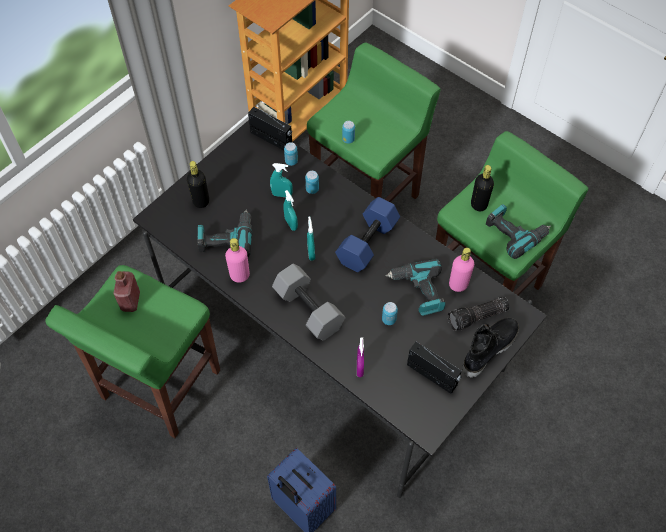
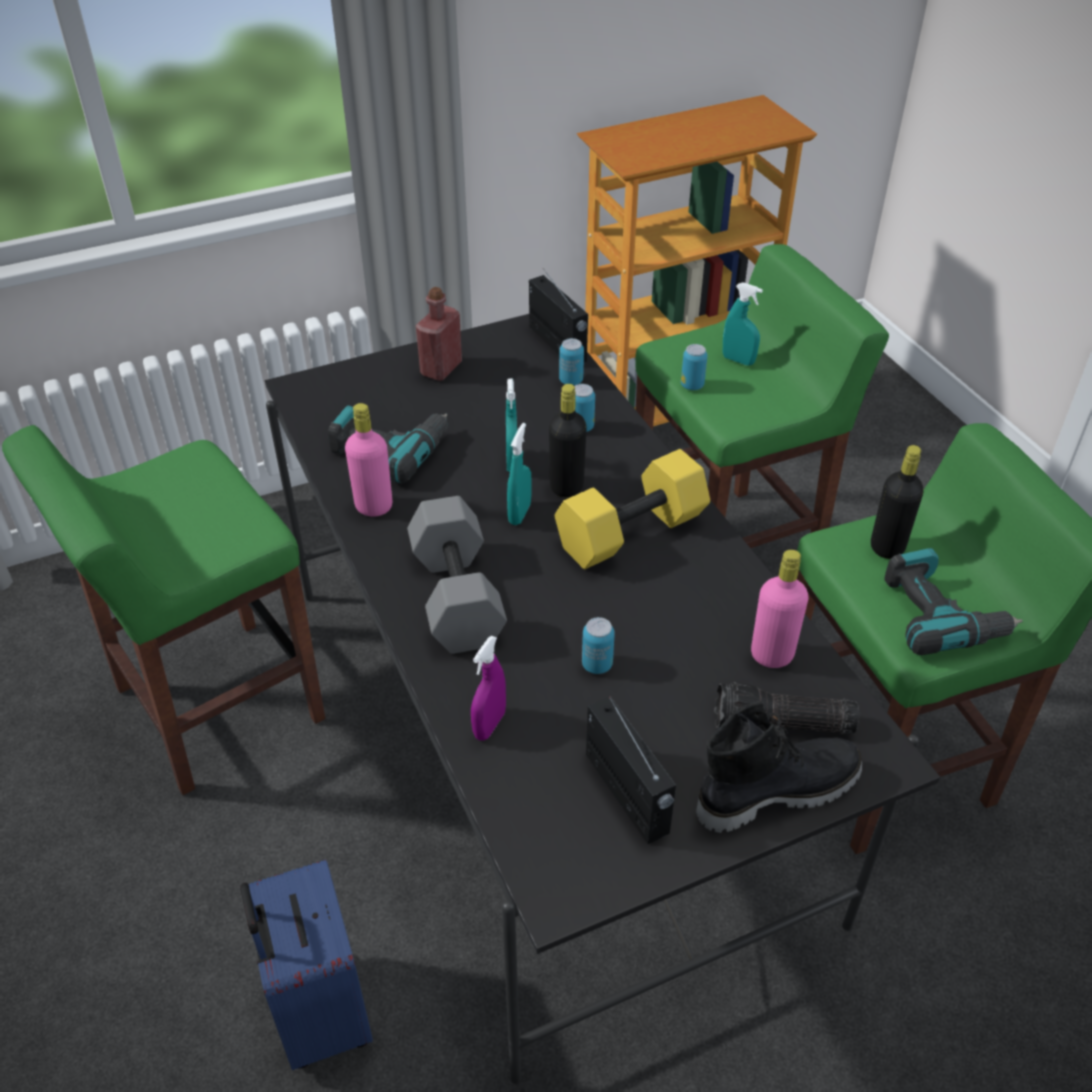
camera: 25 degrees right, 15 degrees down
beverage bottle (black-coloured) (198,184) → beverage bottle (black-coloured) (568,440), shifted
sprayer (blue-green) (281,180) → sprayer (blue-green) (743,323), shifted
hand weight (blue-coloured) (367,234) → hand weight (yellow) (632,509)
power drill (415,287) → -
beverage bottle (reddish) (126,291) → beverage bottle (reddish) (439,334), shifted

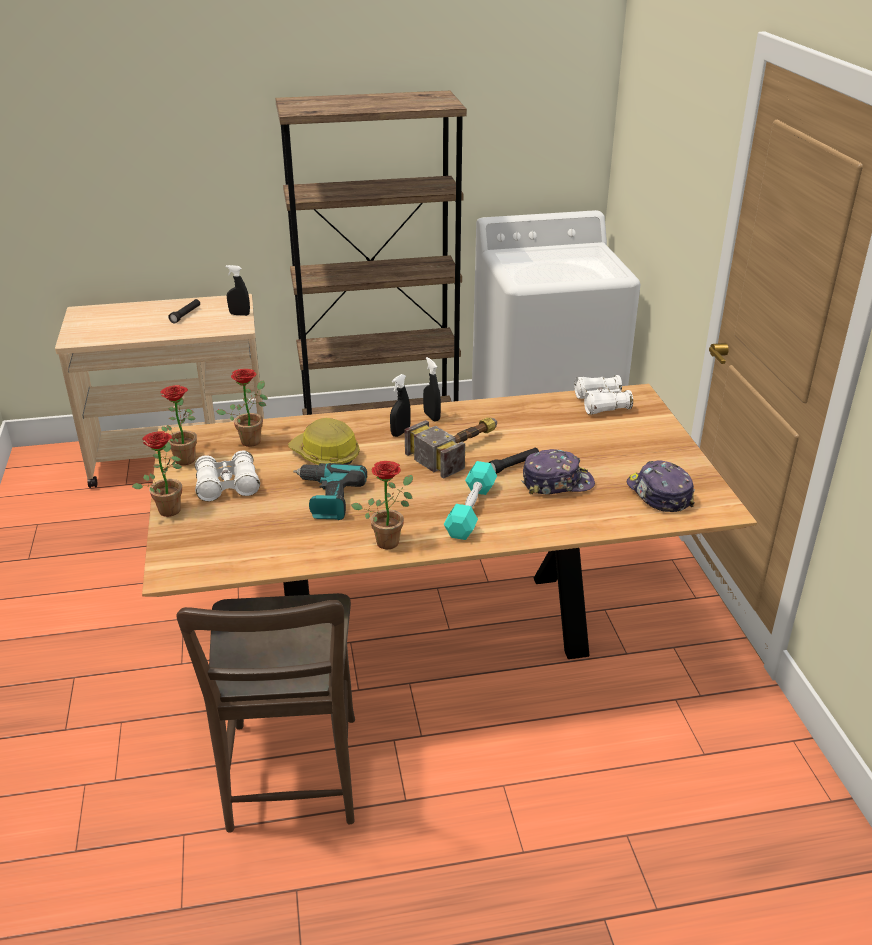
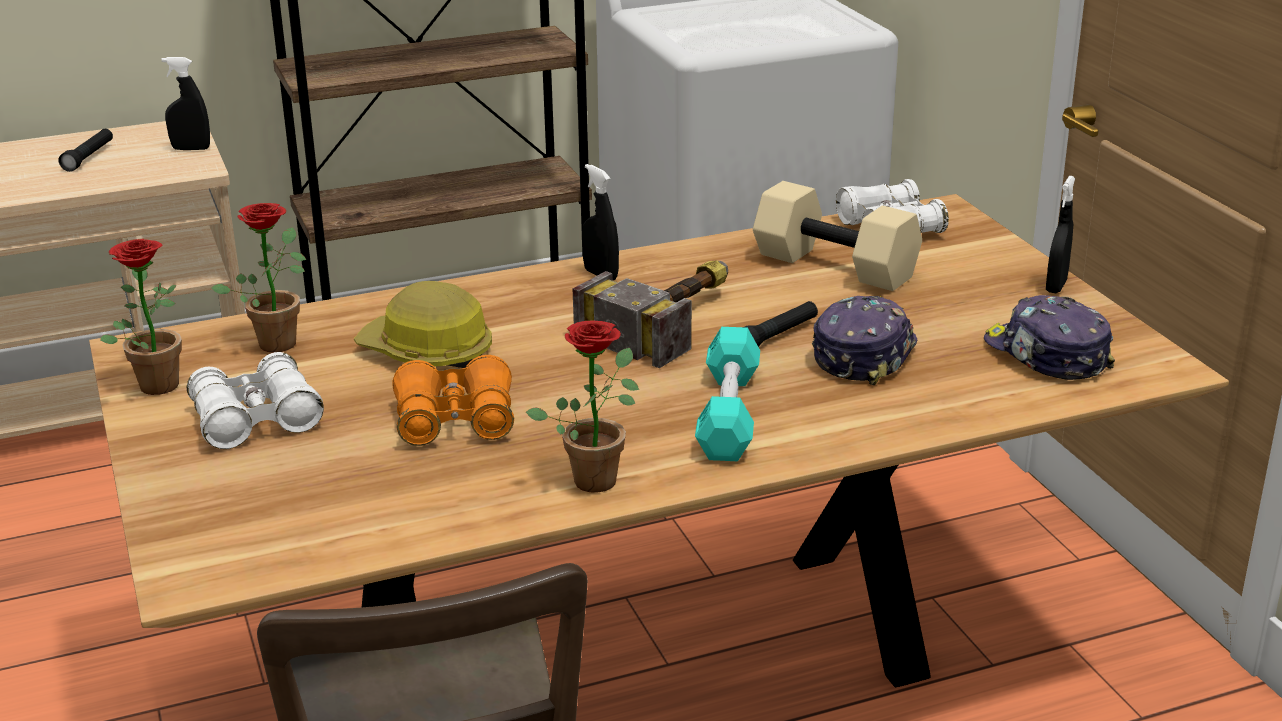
camera: 10 degrees left, 5 degrees down
sprayer (black-coloured) (400,405) → sprayer (black-coloured) (1060,234), shifted
potted plant (157,474) → -
baseball cap (558,472) → baseball cap (864,340), 45 degrees counterclockwise
power drill (330,491) → field glasses (orangey) (453,400)
- → hand weight (sand-coloured) (837,236)

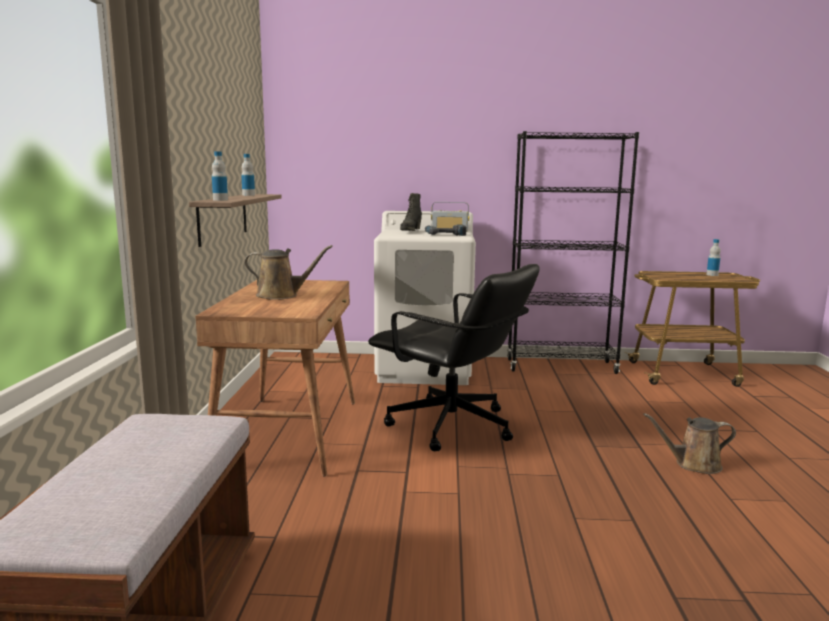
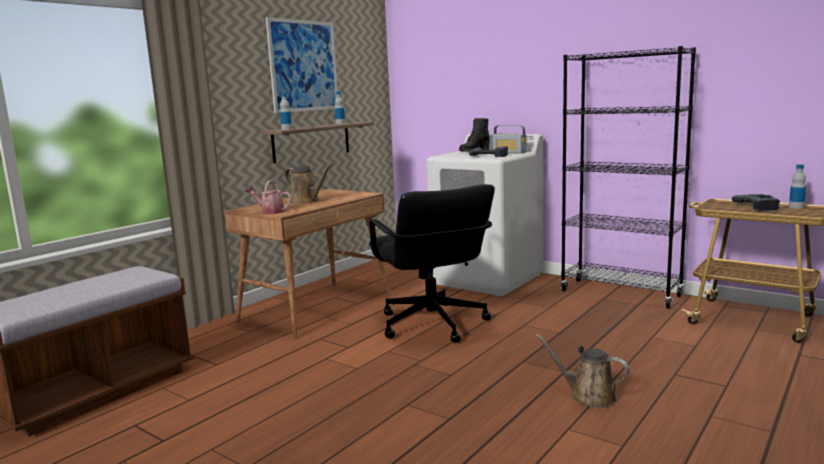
camera: 35 degrees right, 0 degrees up
- → wall art (302,65)
- → sprinkling can (268,197)
- → power drill (756,202)

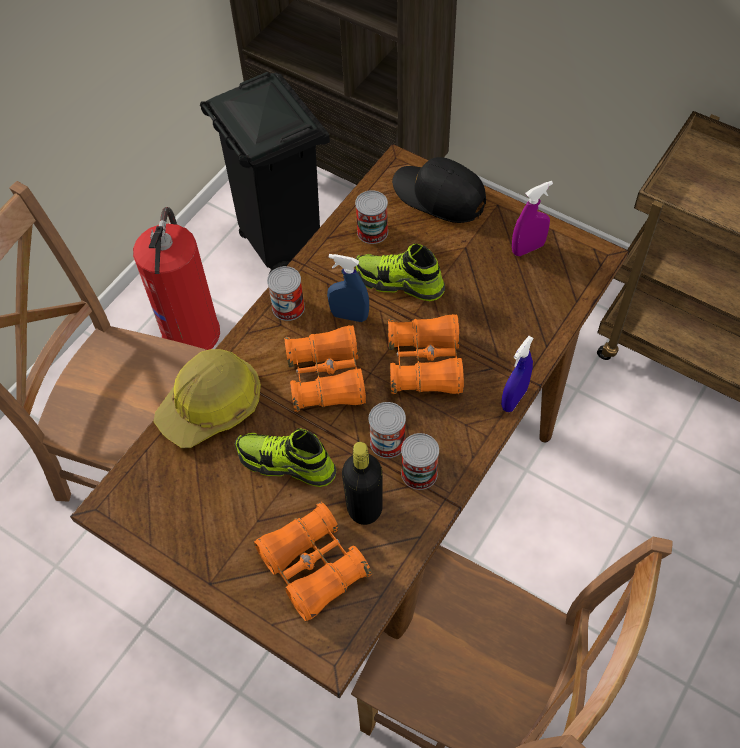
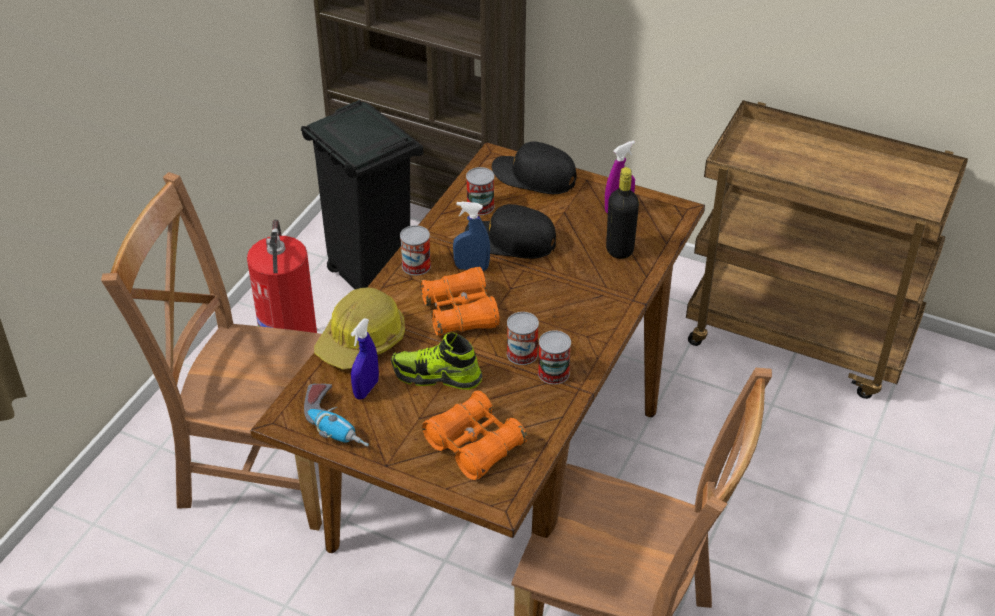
camera: 10 degrees left, 15 degrees down
shoe (400,272) → baseball cap (black-coloured) (510,231)
field glasses (orangey) (426,354) → -
sprayer (blue-coloured) (517,374) → sprayer (blue-coloured) (365,359), shifted
beverage bottle (black-coloured) (362,483) → beverage bottle (black-coloured) (622,213), shifted
- → power drill (336,415)

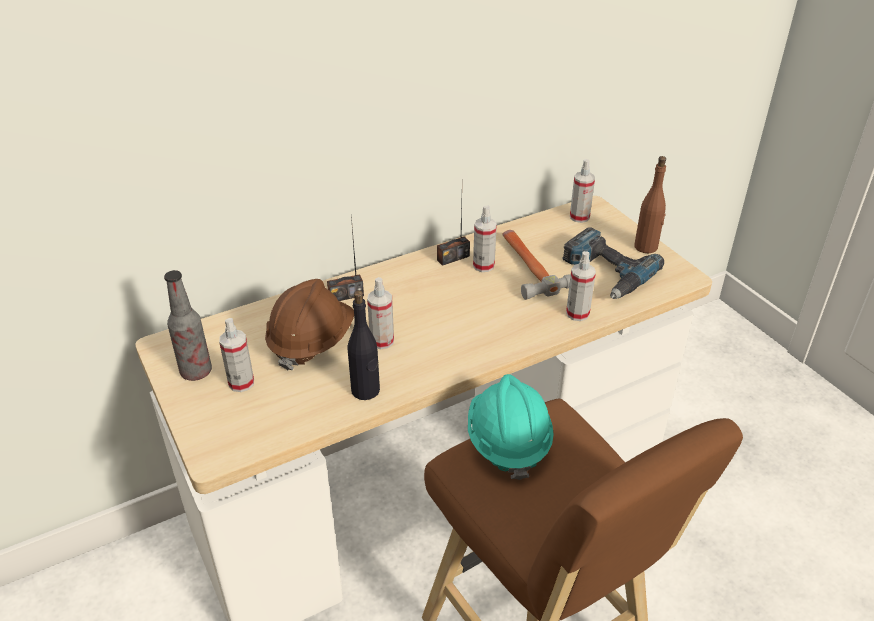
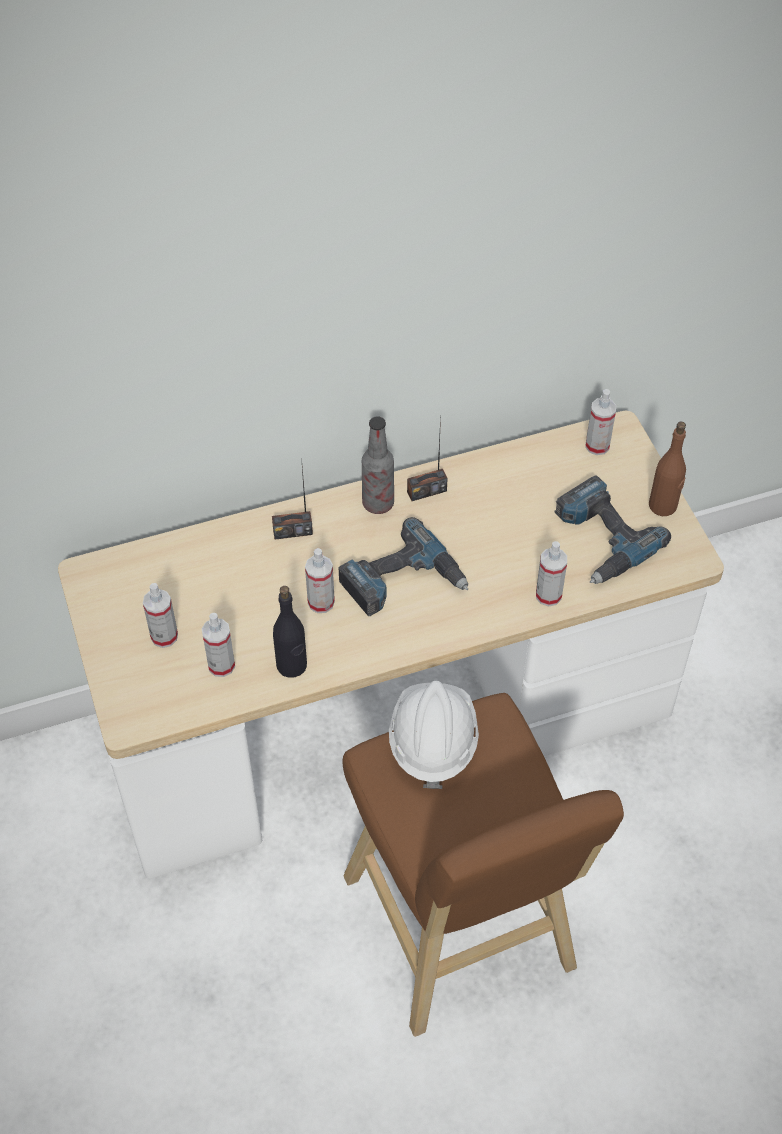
camera: 10 degrees right, 15 degrees up
sprayer (485,239) → sprayer (218,645), shifted
tool hammer (536,265) → -
beverage bottle (188,325) → beverage bottle (378,465), shifted
safety helmet (brown) (309,324) → -
safety helmet (blue-green) (511,427) → safety helmet (whitish) (434,735)
- → power drill (403,566)

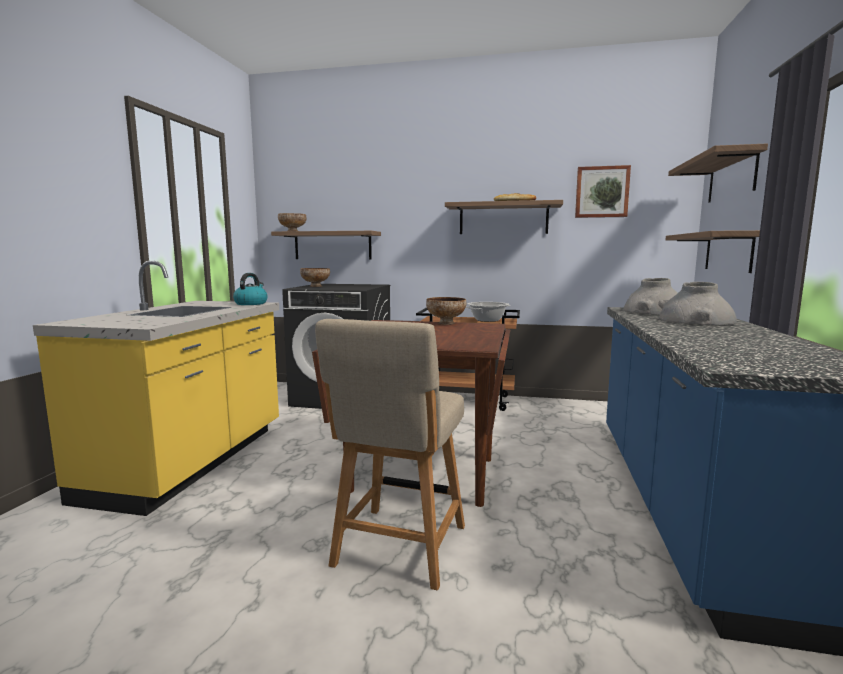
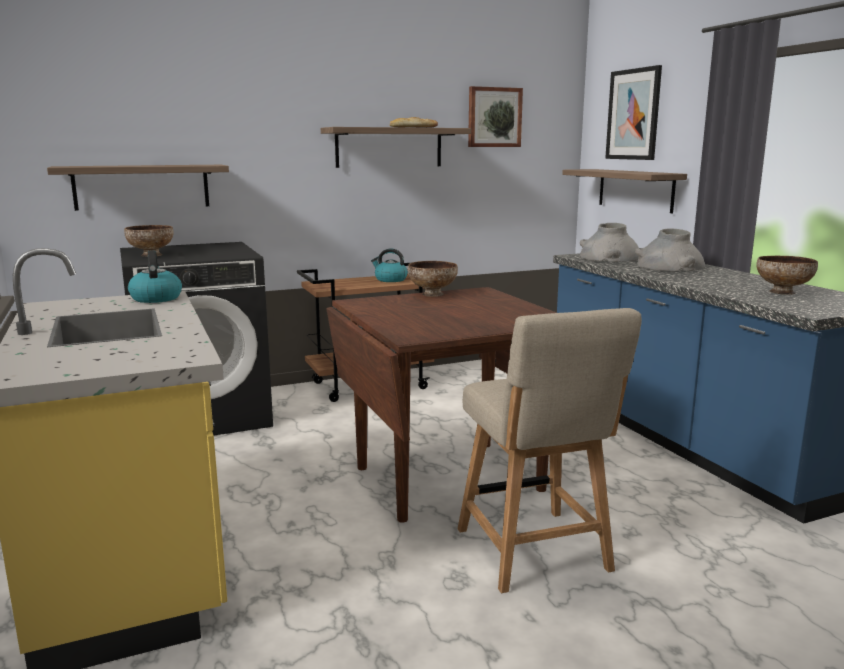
camera: 35 degrees left, 5 degrees up
bracket shelf (718,173) → wall art (633,112)
serving bowl (292,222) → serving bowl (787,275), shifted
cooking pot (488,312) → kettle (389,265)

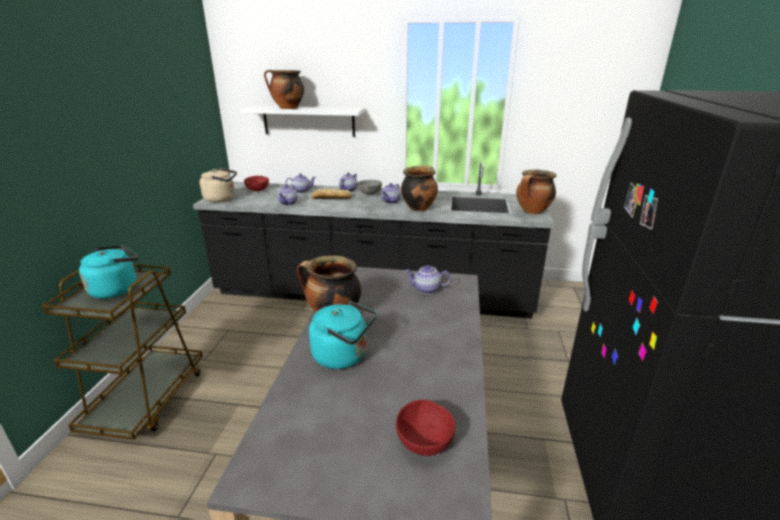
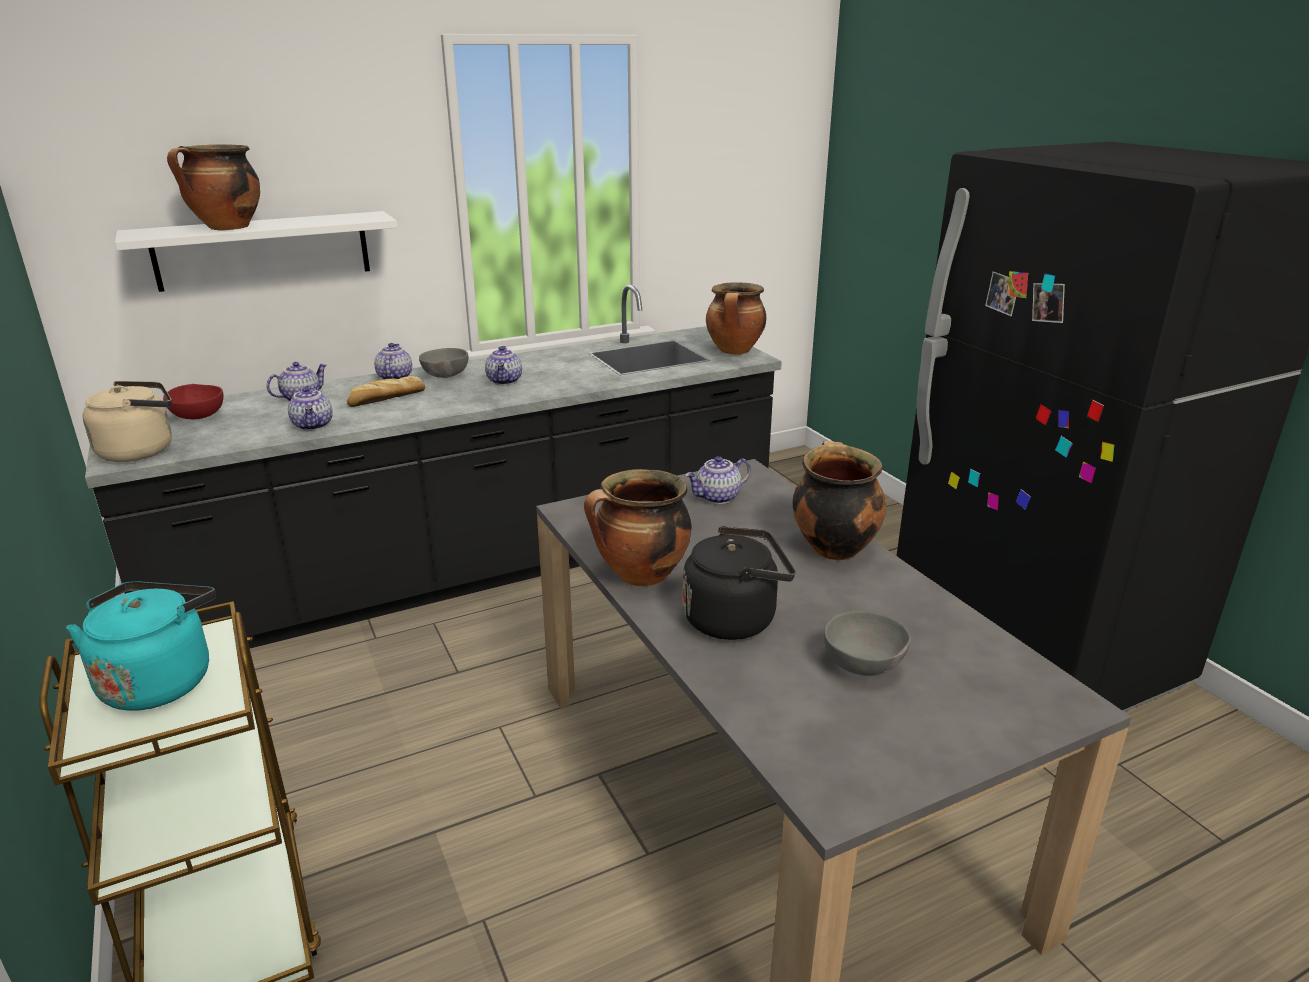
camera: 35 degrees left, 0 degrees up
cooking pot (419,188) → cooking pot (839,500), shifted
kettle (blue-green) (343,335) → kettle (black-coloured) (739,583)
serving bowl (reddish) (426,428) → -
- → serving bowl (greyish) (867,643)

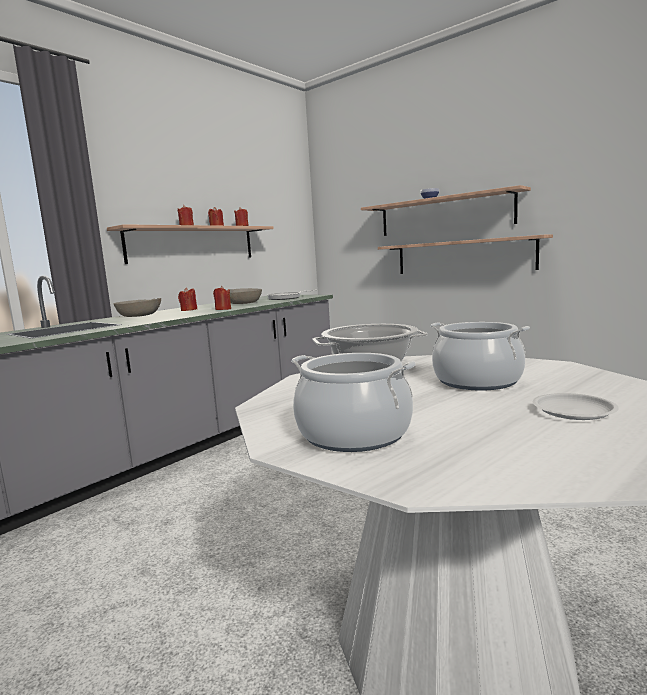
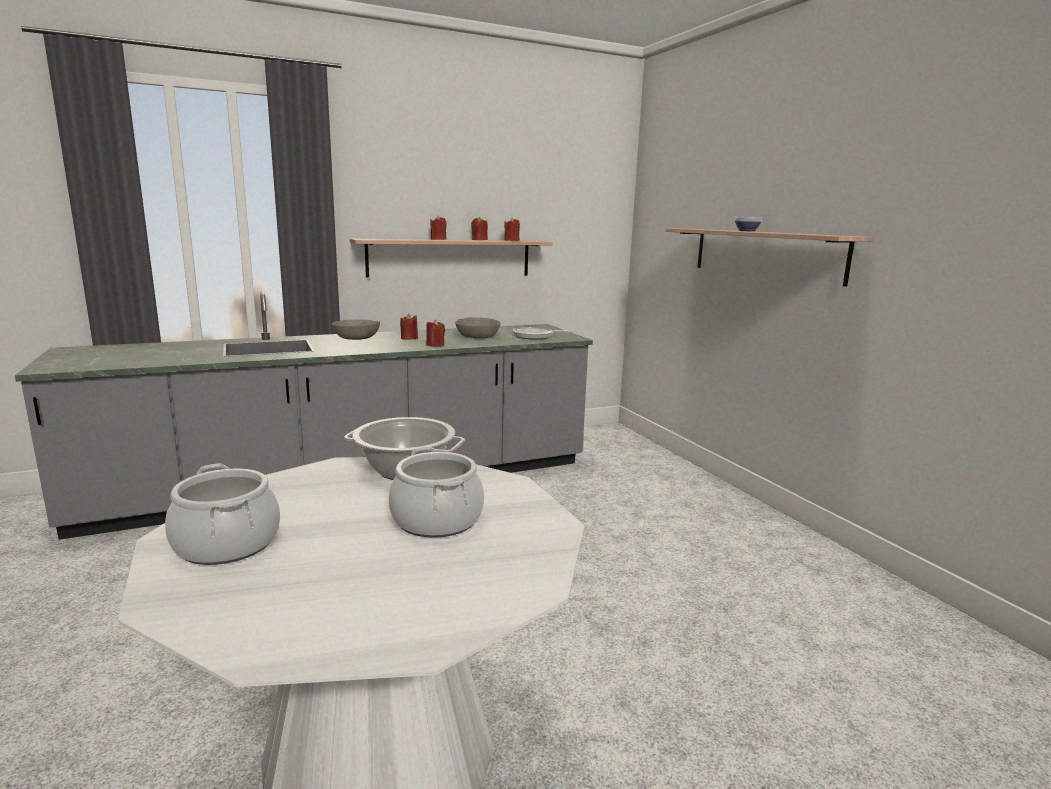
camera: 25 degrees right, 5 degrees up
bracket shelf (465,254) → -
plate (whitish) (576,406) → -

